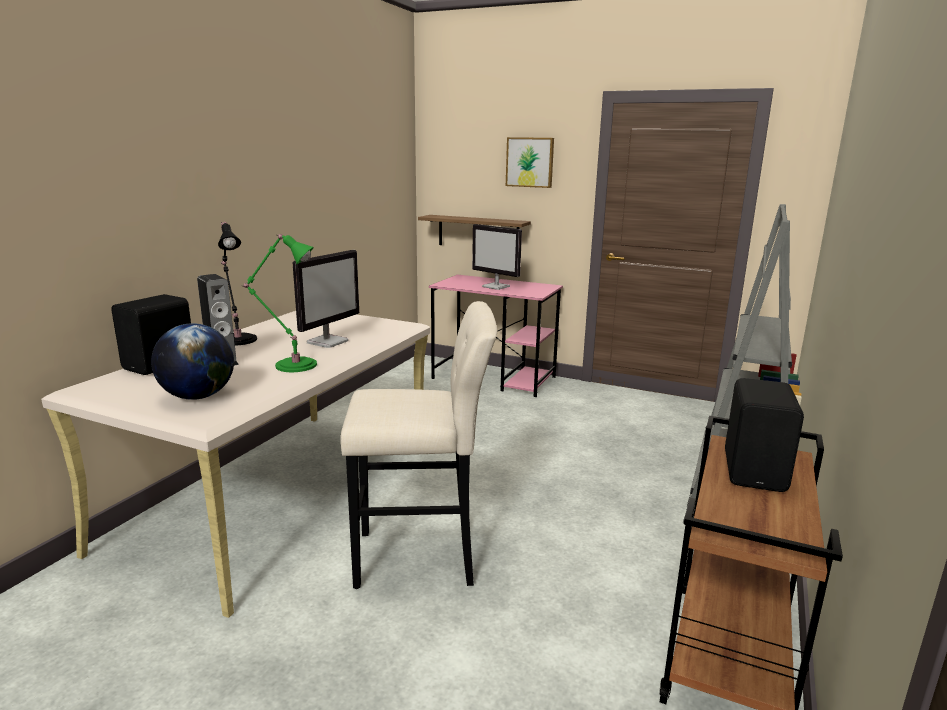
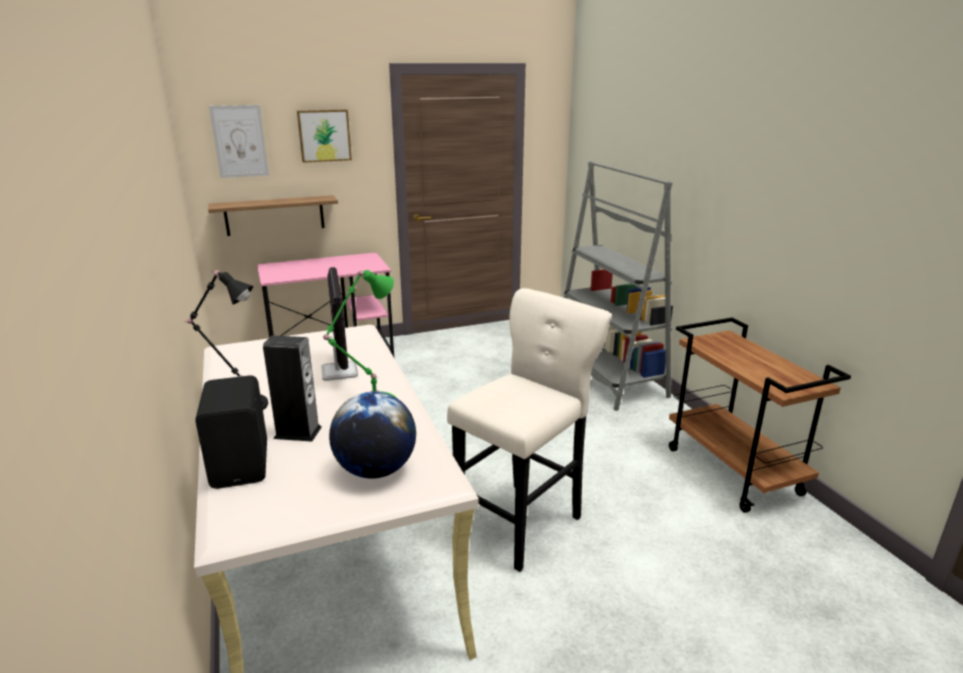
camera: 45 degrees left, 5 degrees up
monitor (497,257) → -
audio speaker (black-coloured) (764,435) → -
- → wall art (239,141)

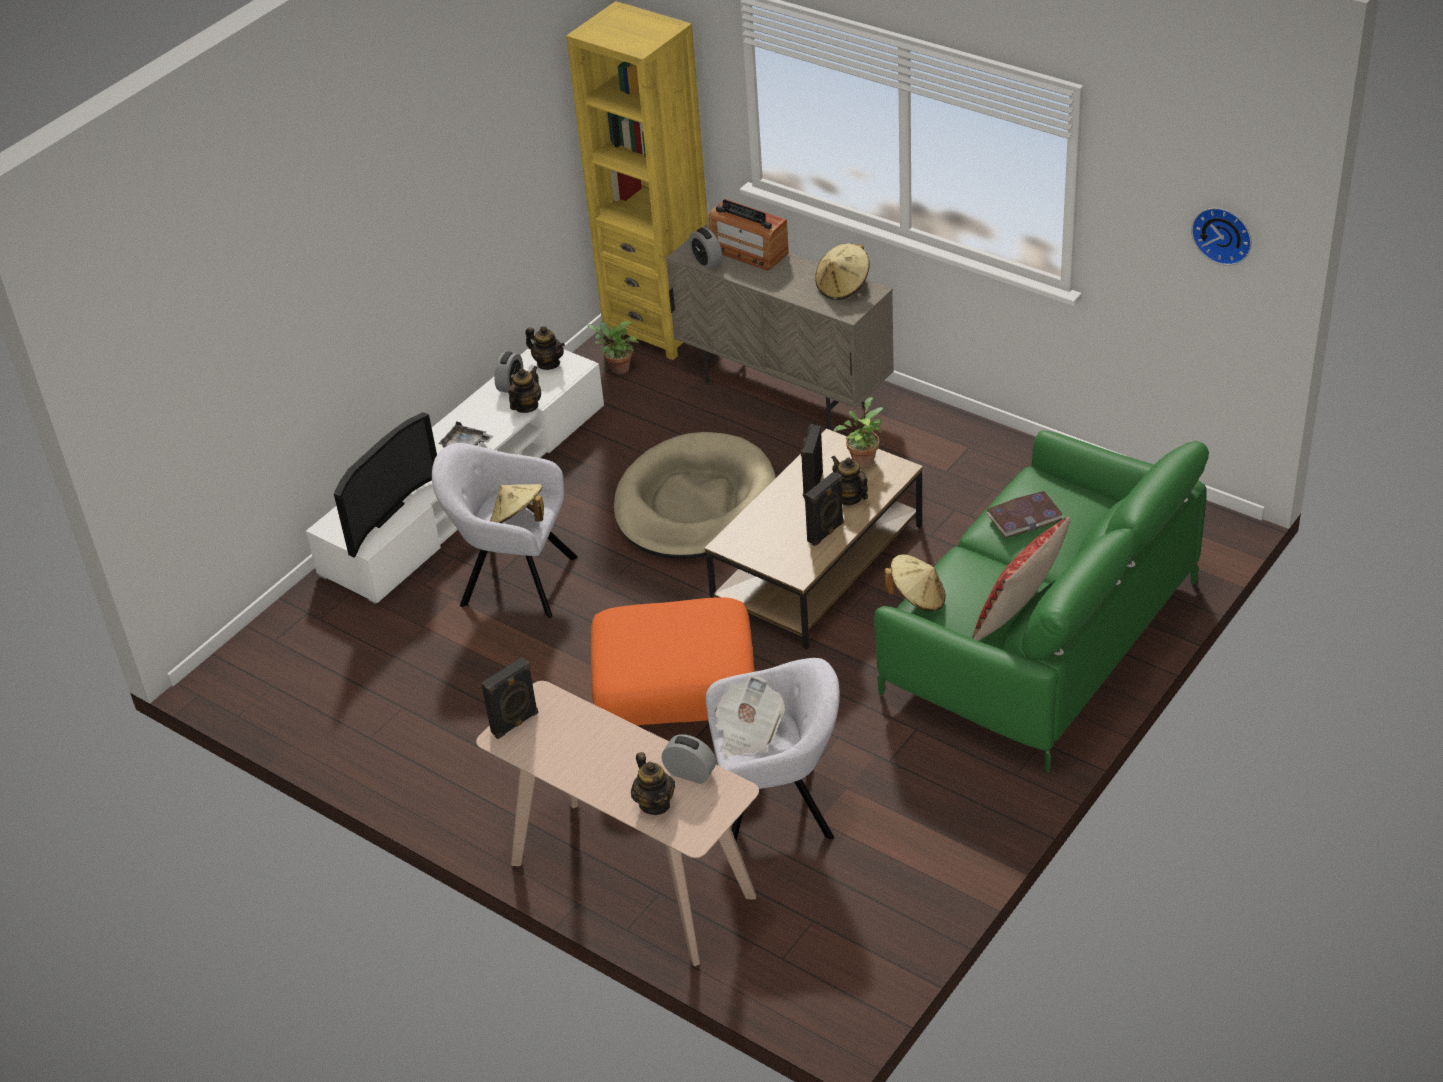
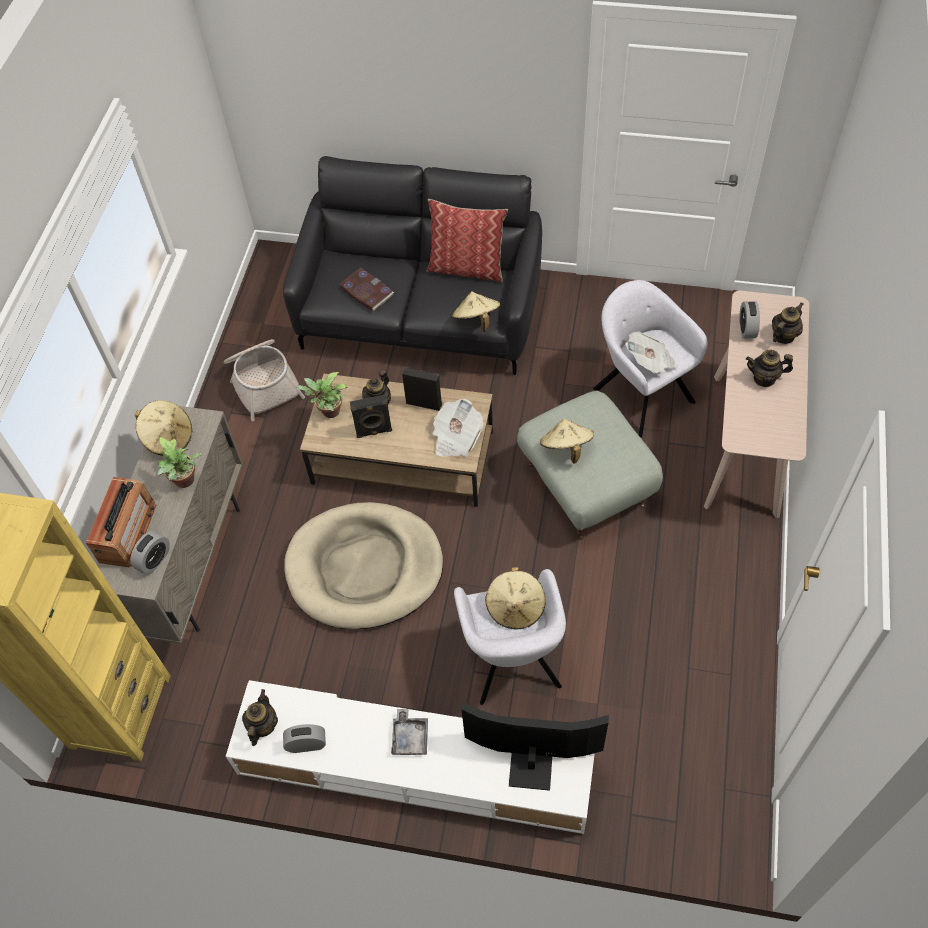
camera: 115 degrees left, 15 degrees up
clock on the wall (1221,237) → -
potted plant (613,347) → potted plant (179,462), shifted
tea pot (524,389) → tea pot (769,368), shifted
settee (green-coloured) (1041,601) → settee (black-coloured) (412,265)
footrest (orangey) (673,661) → footrest (greyish) (590,465)
audio speaker (black-coloured) (509,698) → -
- → basket (264,380)
- → newspaper (458,428)
- → wearable hat (sand-coloured) (567,441)

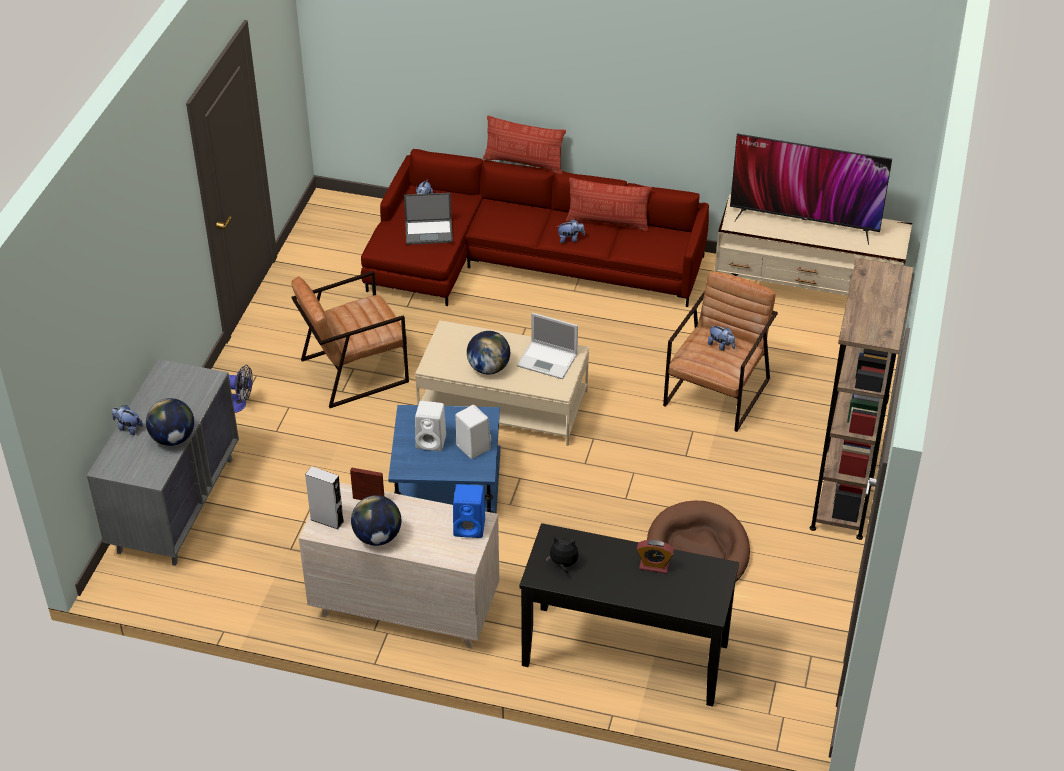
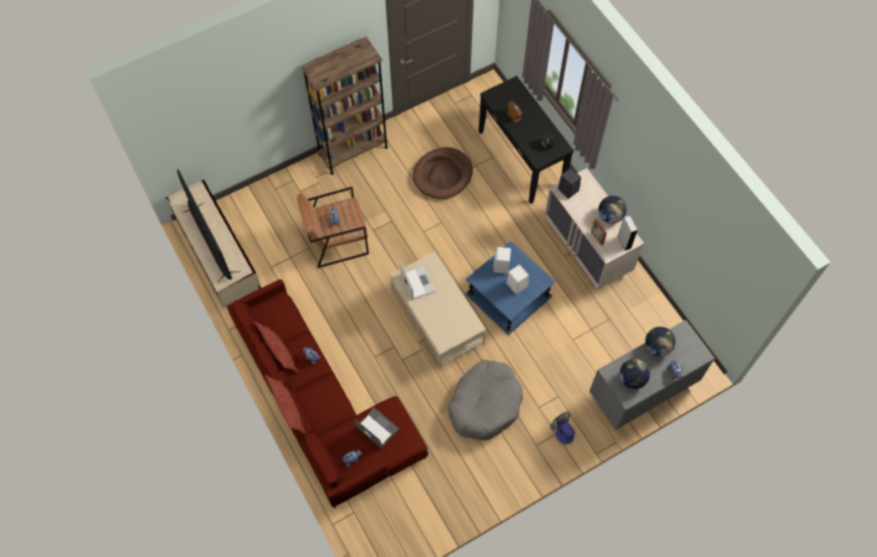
camera: 135 degrees left, 20 degrees up
lounge chair (brown) (350,339) → dog bed (greyish) (485,400)
desk globe (488,352) → desk globe (635,374), shifted
audio speaker (blue-coloured) (469,511) → audio speaker (black-coloured) (569,183)

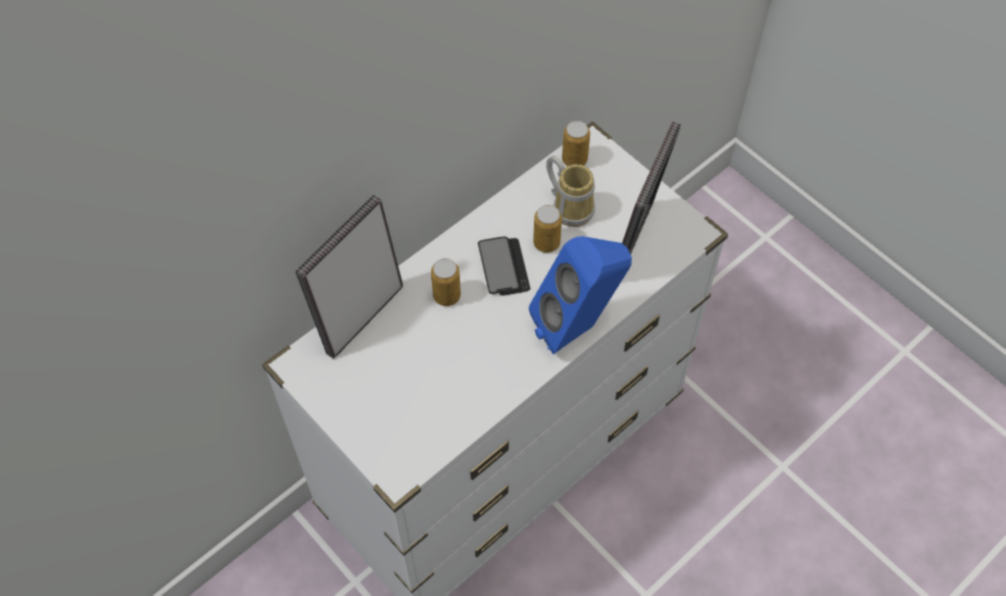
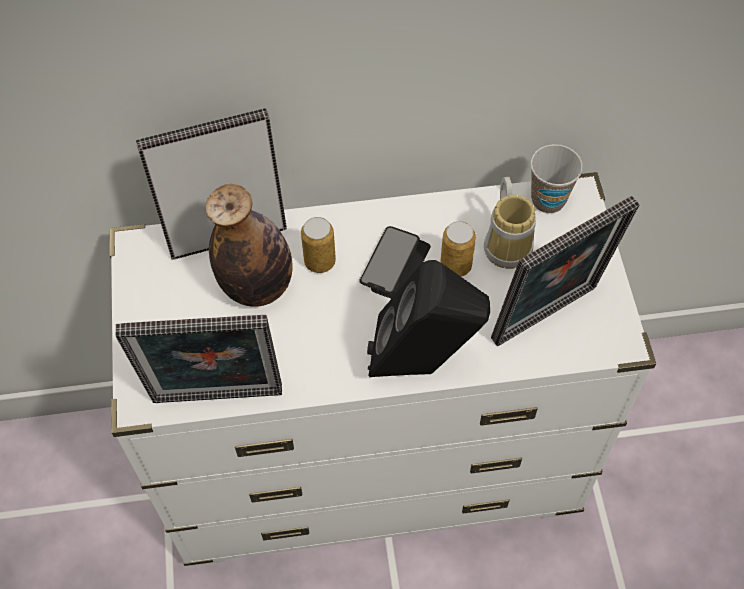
camera: 35 degrees right, 0 degrees up
metal can (576,143) → drinking cup (556,178)
audio speaker (blue-coloured) (580,295) → audio speaker (black-coloured) (428,318)
- → beverage bottle (249,245)
- → photo frame (198,359)

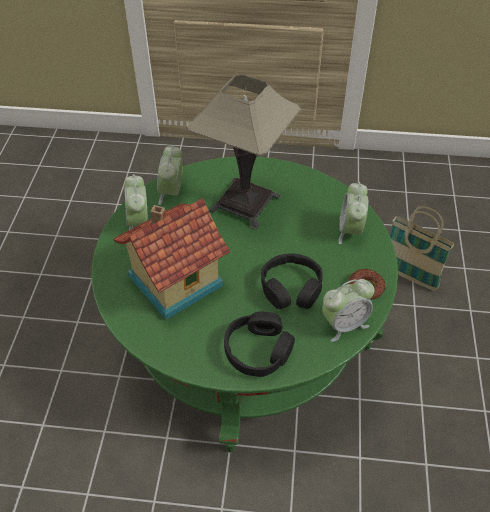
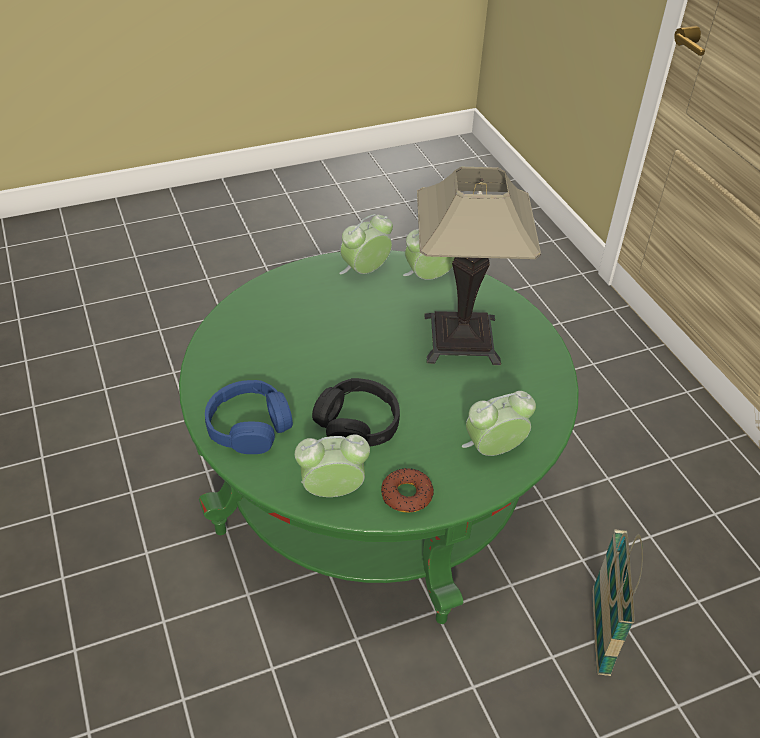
camera: 60 degrees right, 5 degrees down
miniature house (171,259) → -
bedside clock (348,310) → bedside clock (332,465), 135 degrees clockwise
pair of headphones (black-coloured) (259,344) → pair of headphones (blue-coloured) (249,417)

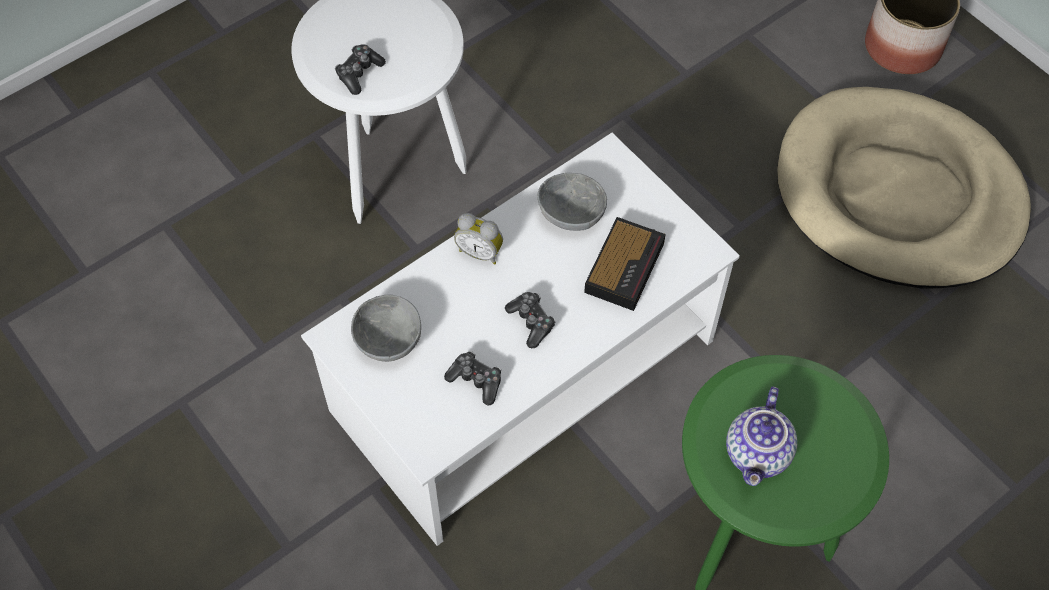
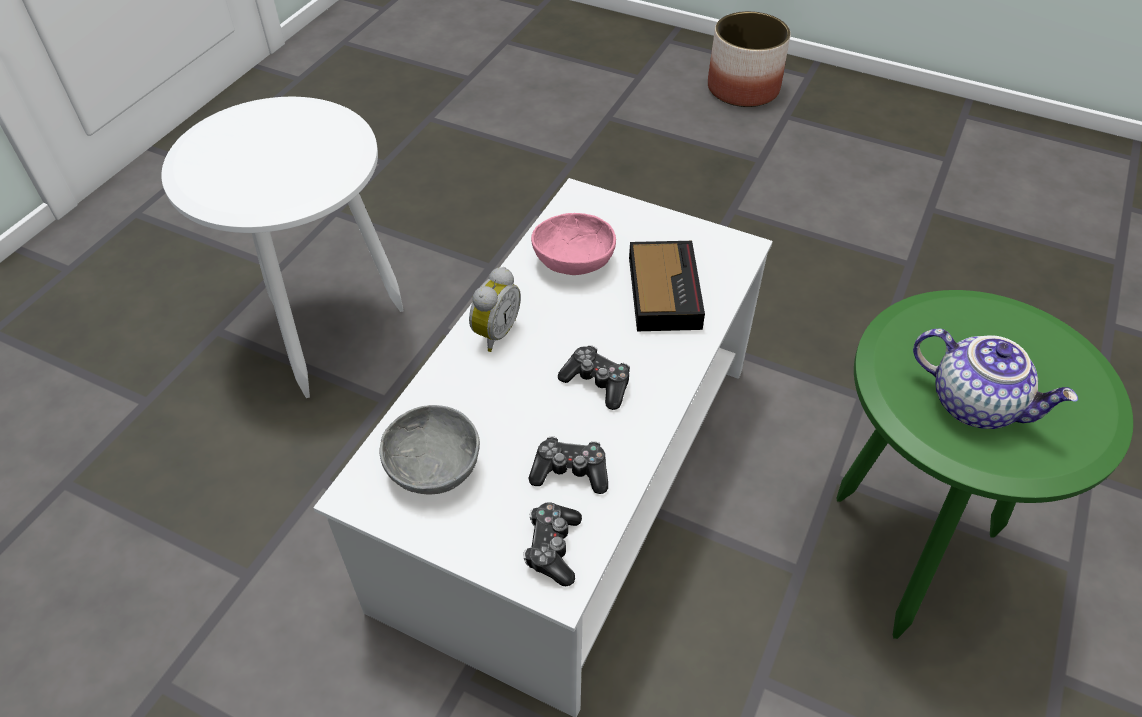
camera: 25 degrees left, 10 degrees down
gamepad (360,69) → gamepad (552,544), shifted
dog bed (sand-coloured) (904,187) → -
serving bowl (greyish) (572,202) → serving bowl (pinkish) (573,244)
bedside clock (478,238) → bedside clock (495,309), 60 degrees counterclockwise
tea pot (761,436) → tea pot (995,379), 45 degrees counterclockwise

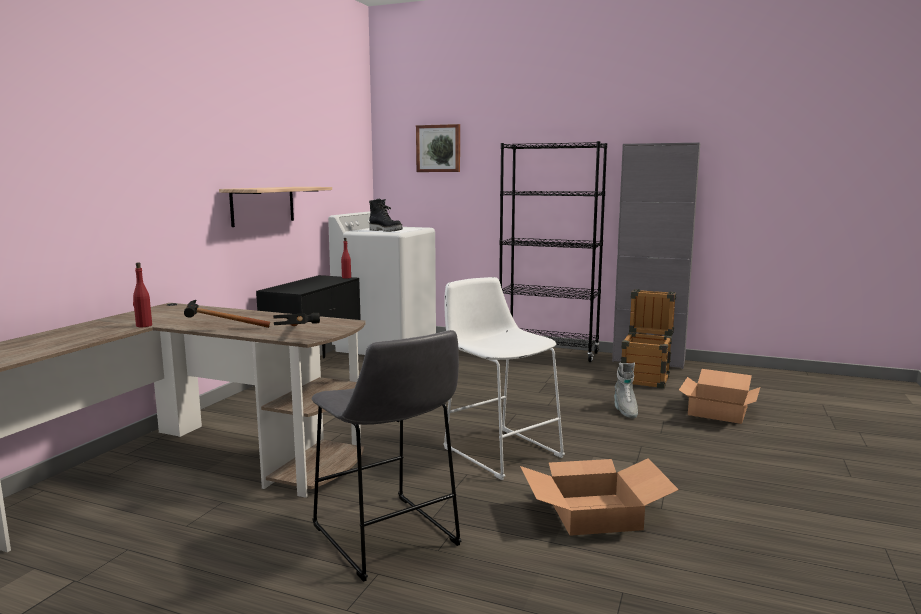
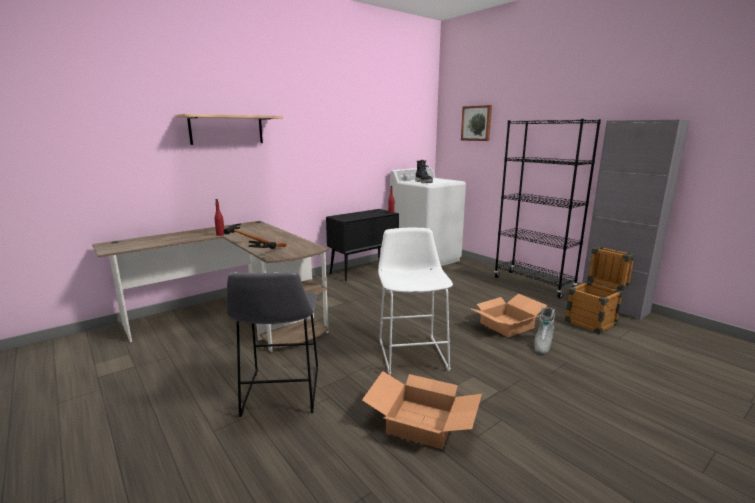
camera: 30 degrees right, 5 degrees up
bracket shelf (275,207) → bracket shelf (229,129), shifted
cardboard box (719,396) → cardboard box (509,315), shifted

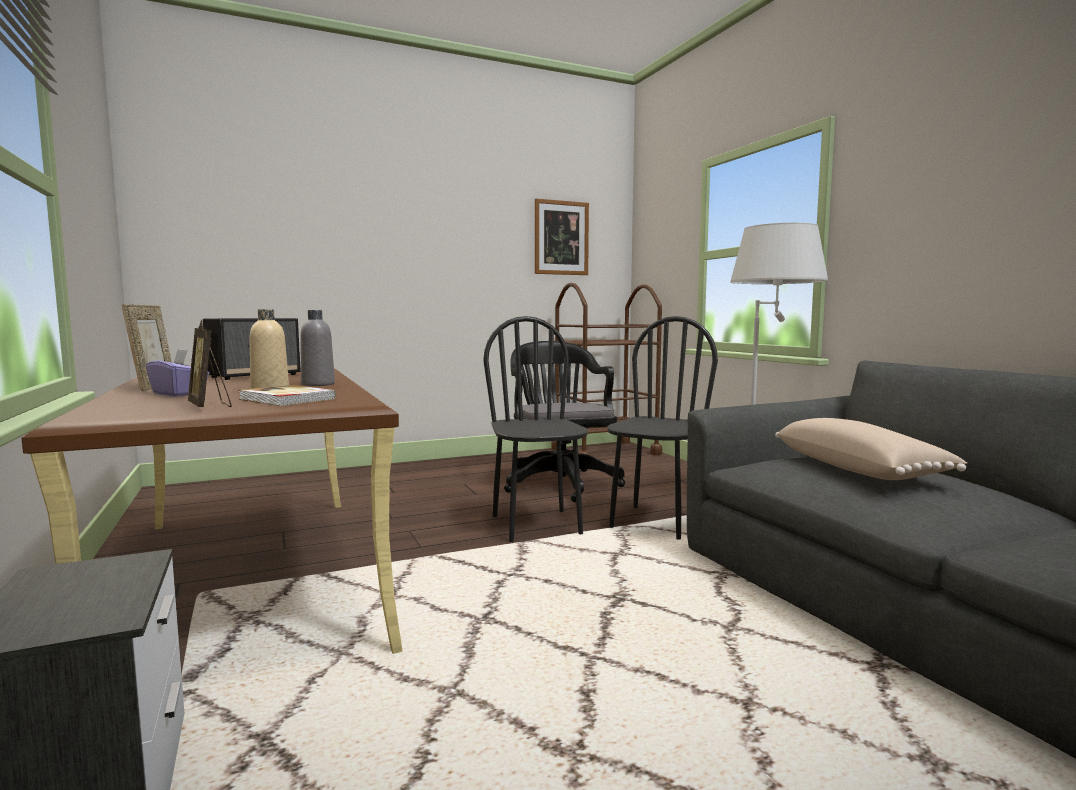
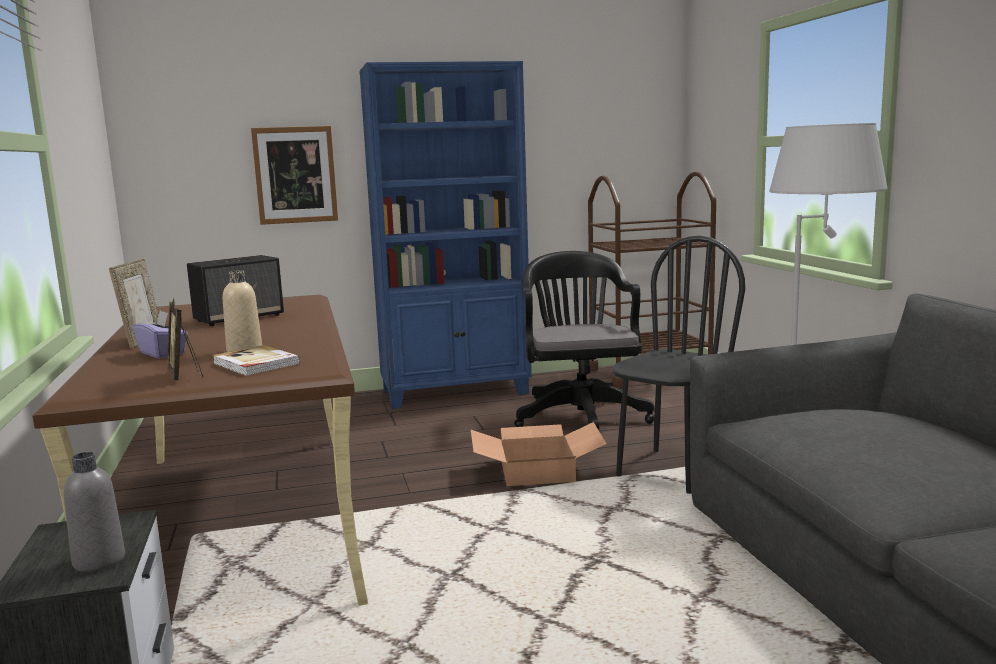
camera: 10 degrees right, 5 degrees up
wall art (562,237) → wall art (294,175), shifted
beverage bottle (greyish) (317,348) → beverage bottle (greyish) (94,512), shifted
upright chair (black-coloured) (535,429) → cardboard box (538,454)
throw pillow (sand-coloured) (871,449) → -
- → bookcase (blue-coloured) (445,235)

